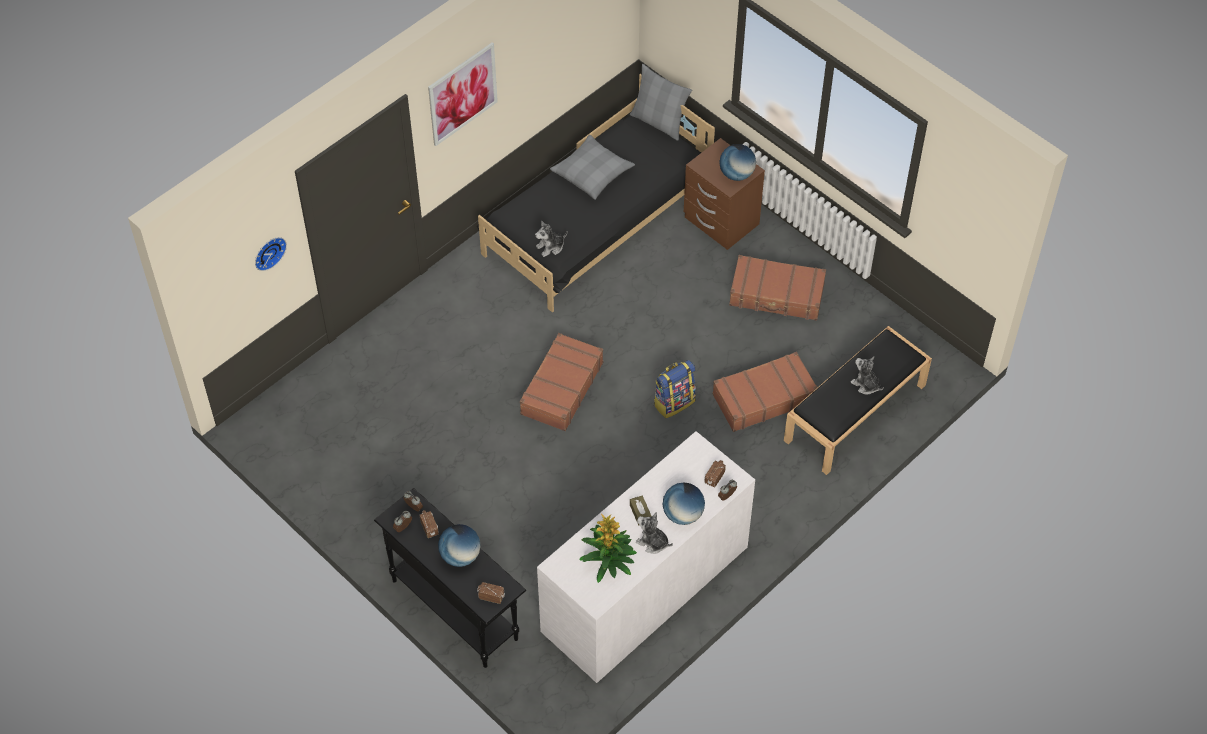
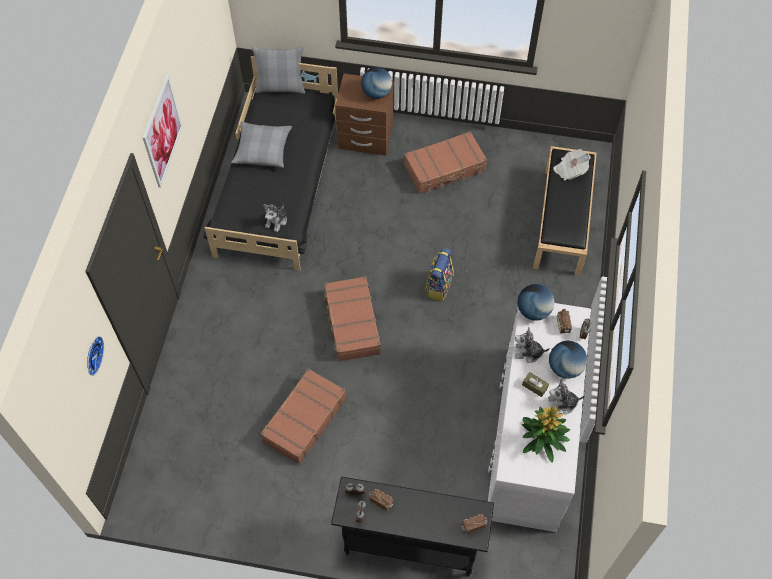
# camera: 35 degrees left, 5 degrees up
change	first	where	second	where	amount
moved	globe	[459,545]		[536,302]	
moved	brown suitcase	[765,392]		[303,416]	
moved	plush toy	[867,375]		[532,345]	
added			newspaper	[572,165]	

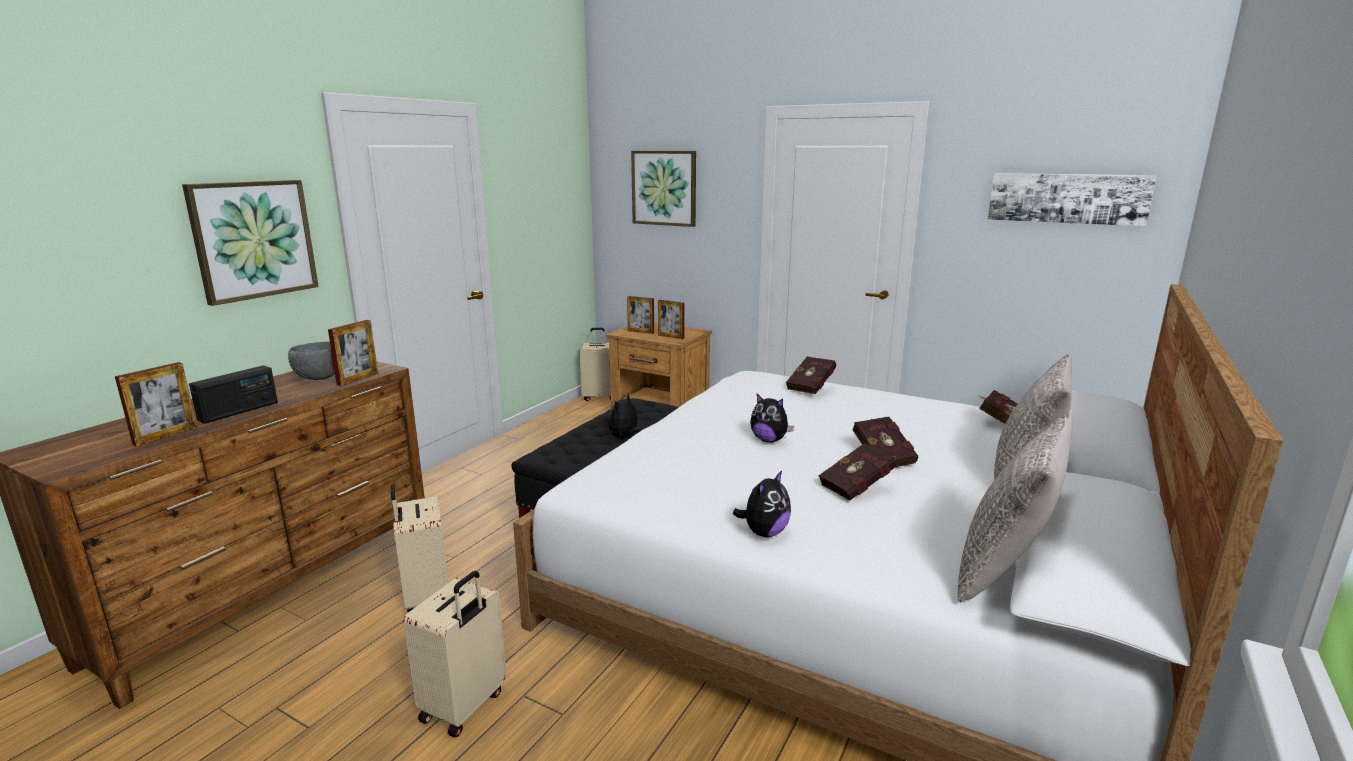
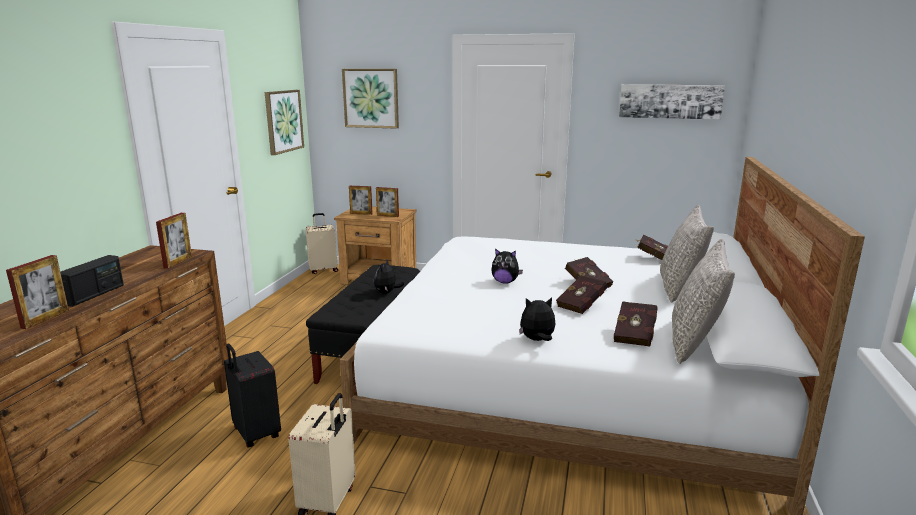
# camera: 15 degrees left, 0 degrees up
change	first	where	second	where	amount
moved	picture	[250,243]		[284,122]	
removed	grey bowl	[311,361]			
recoloured	beige suitcase	[419,548]	black suitcase	[252,395]	
turned	plush toy	[762,504]		[537,319]	120 degrees counterclockwise
moved	red book	[811,375]		[635,323]	

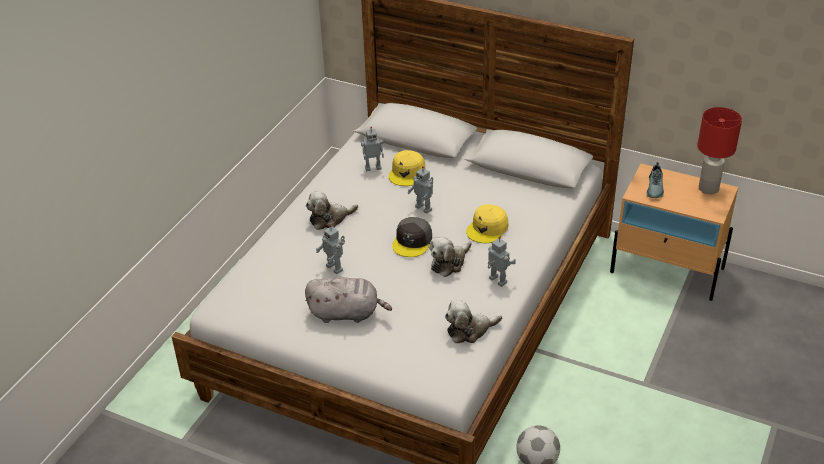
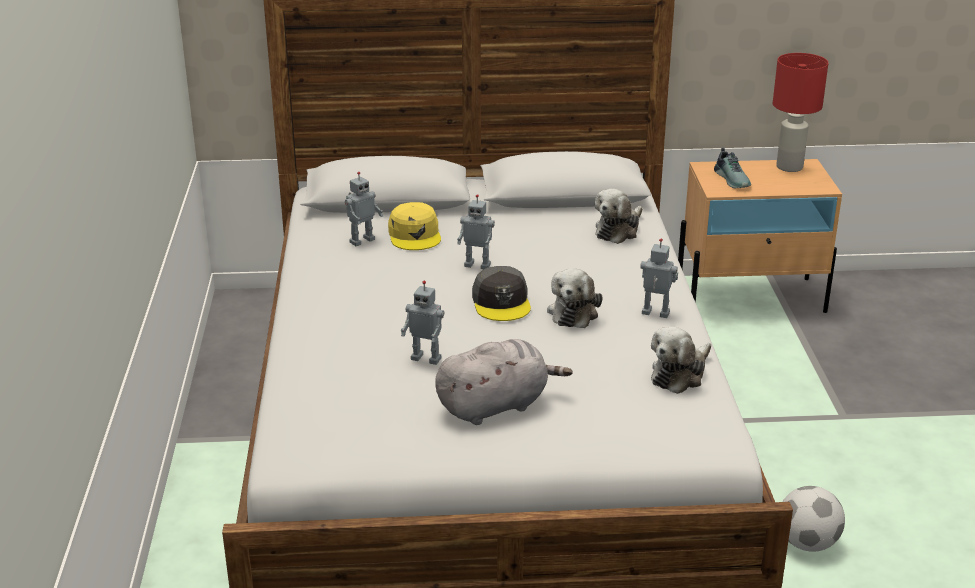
# camera: 30 degrees left, 10 degrees down
change	first	where	second	where	amount
moved	plush toy	[332,210]		[619,216]	
removed	yellow cap	[487,223]			

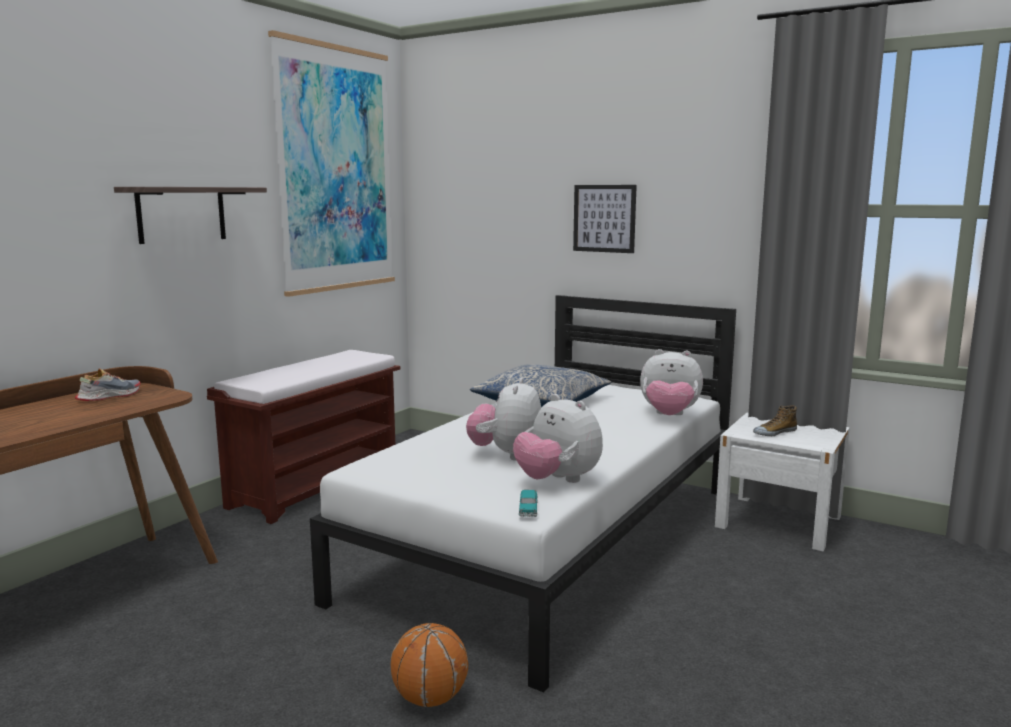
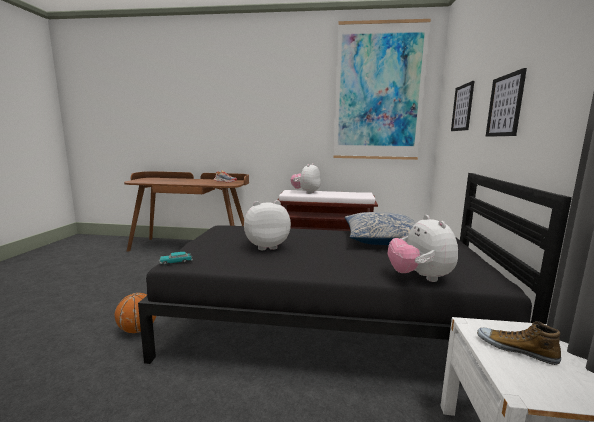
# camera: 65 degrees right, 0 degrees up
change	first	where	second	where	amount
removed	shelf	[190,215]			
recoloured	white bed	[523,493]	black bed	[355,268]	
moved	plush toy	[558,438]		[306,178]	
added			picture	[462,106]	

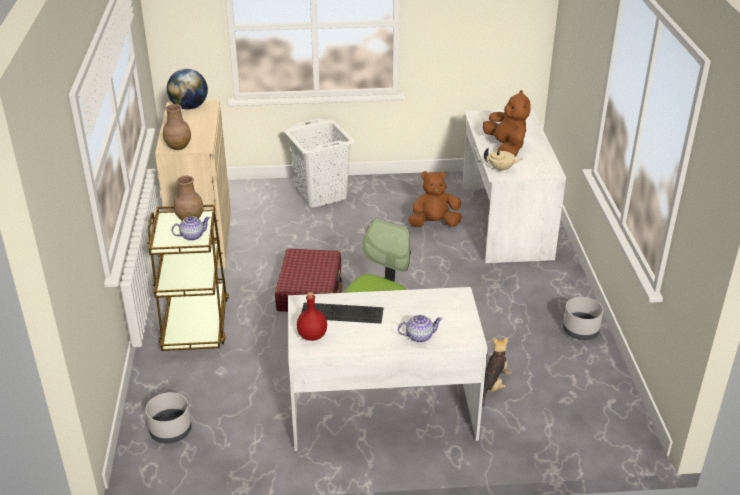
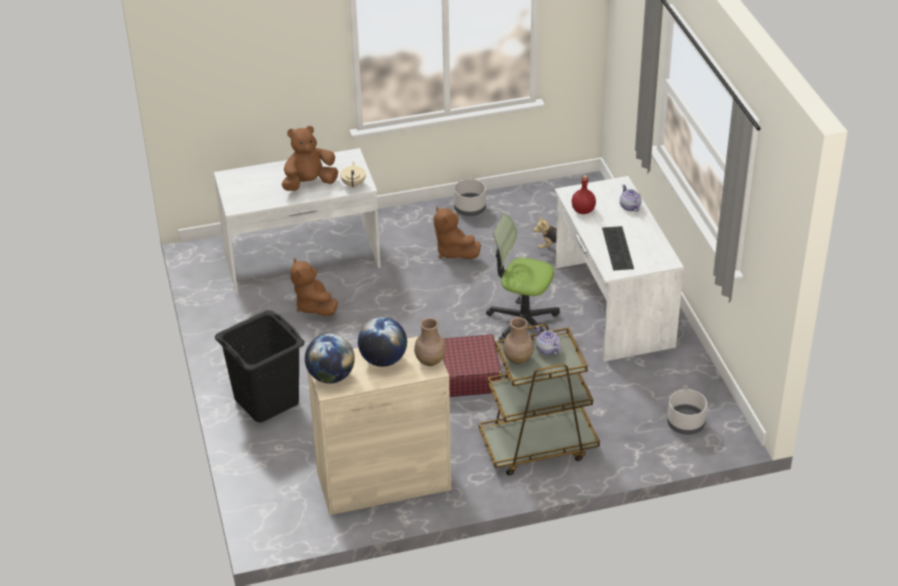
# camera: 100 degrees left, 5 degrees up
change	first	where	second	where	amount
recoloured	white laundry basket	[319,163]	black laundry basket	[260,366]	
moved	red bottle	[312,316]		[584,194]	
added			globe	[382,342]	
added			brown plush toy	[457,232]	

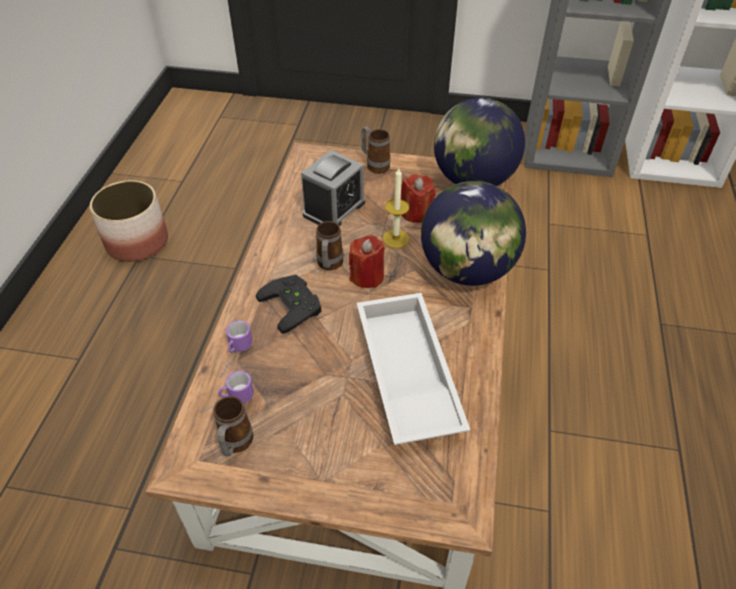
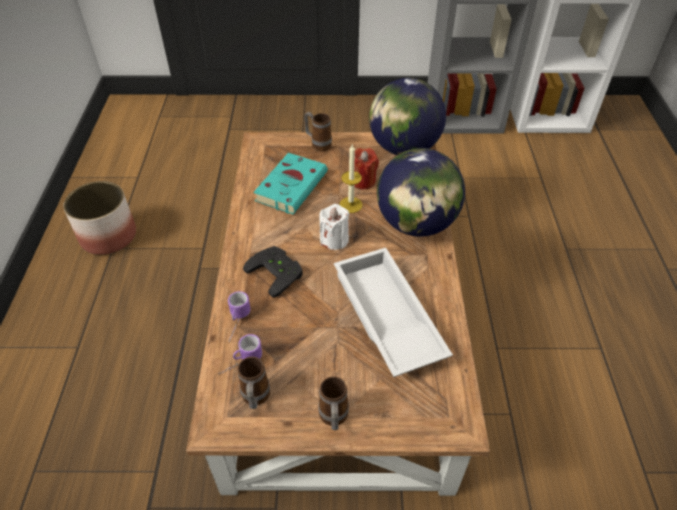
# camera: 10 degrees left, 0 degrees up
change	first	where	second	where	amount
replaced	alarm clock	[333,188]	turquoise book	[290,183]	
moved	mug	[329,245]		[333,403]	
recoloured	red candle	[367,261]	white candle	[334,227]	

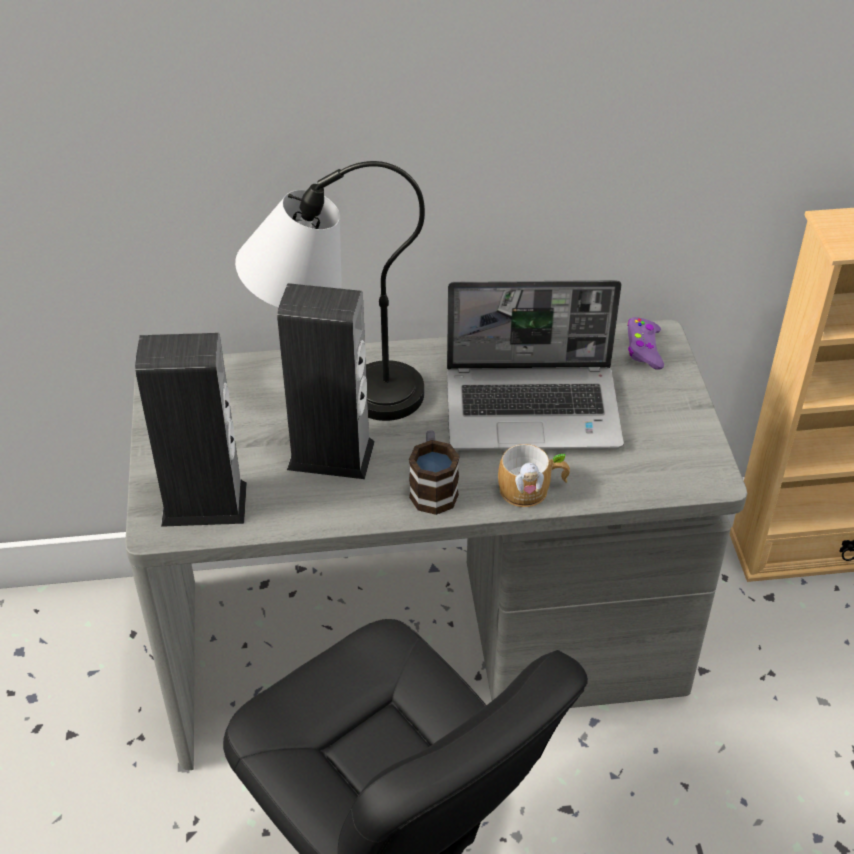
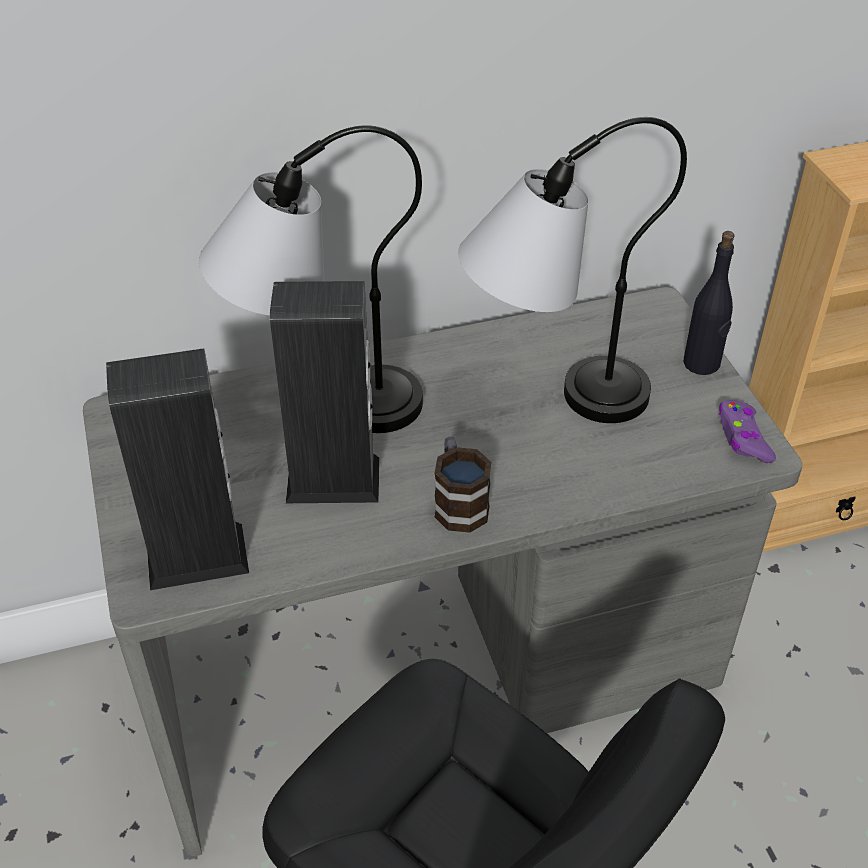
# camera: 10 degrees left, 0 degrees up
change	first	where	second	where	amount
replaced	laptop	[535,365]	table lamp	[572,270]	
removed	mug	[534,475]			
moved	purple game controller	[645,343]		[747,431]	
added			black bottle	[709,303]	

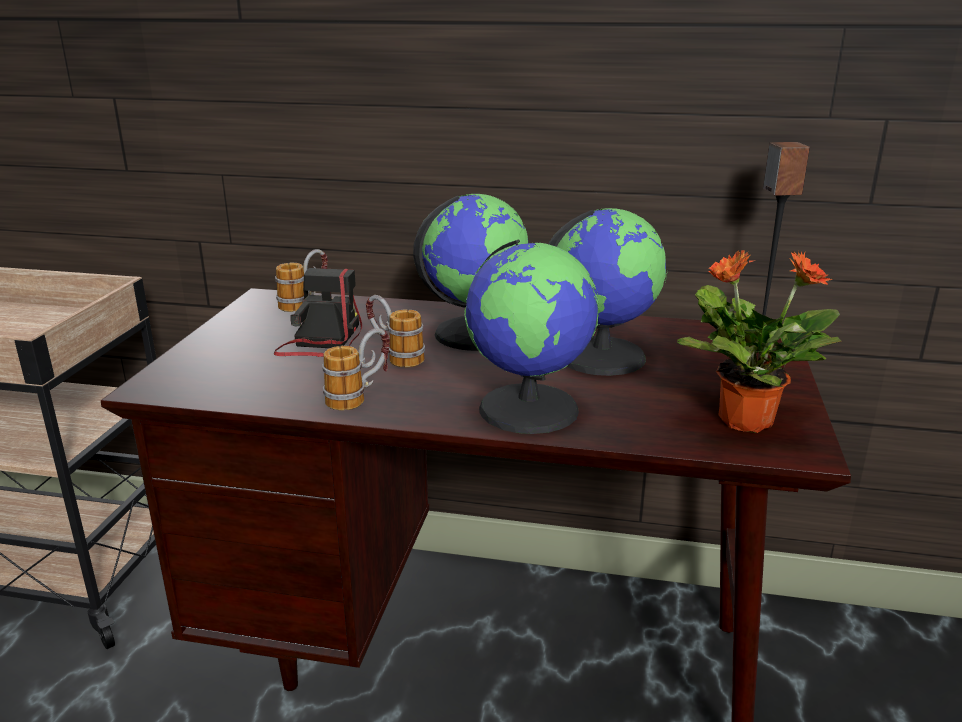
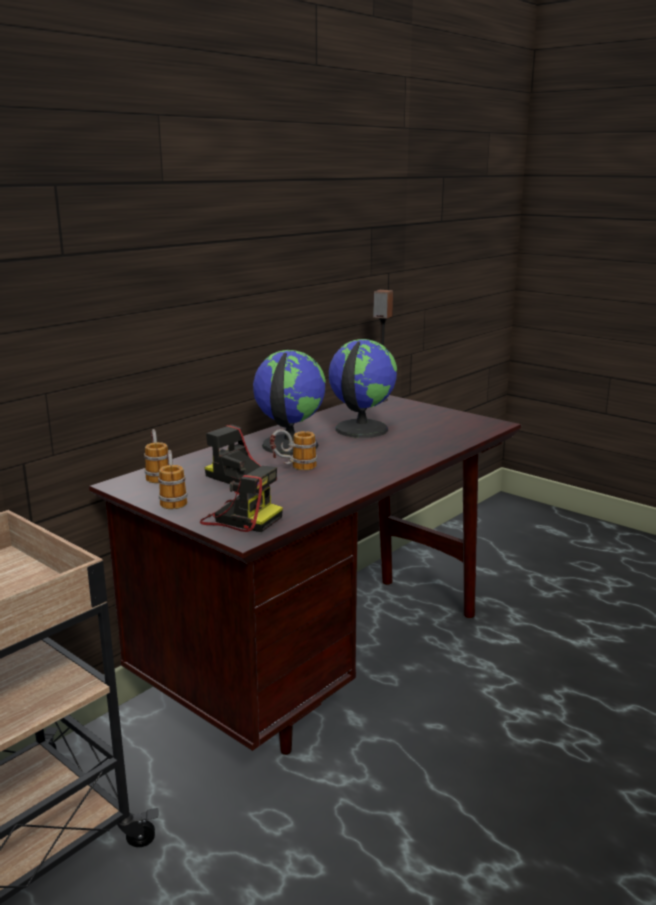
# camera: 60 degrees left, 5 degrees down
change	first	where	second	where	amount
moved	mug	[356,369]		[173,479]	
removed	globe	[532,337]			
removed	potted plant	[759,341]			
added			photo camera	[241,499]	

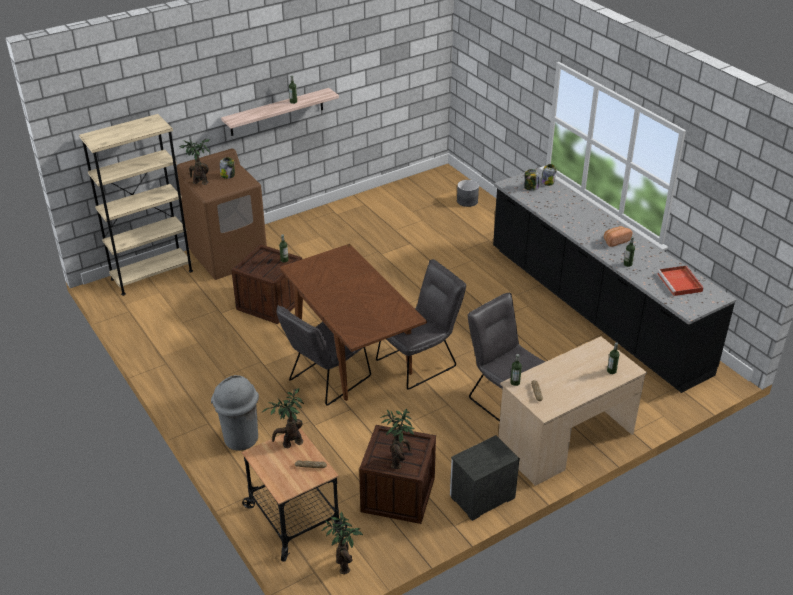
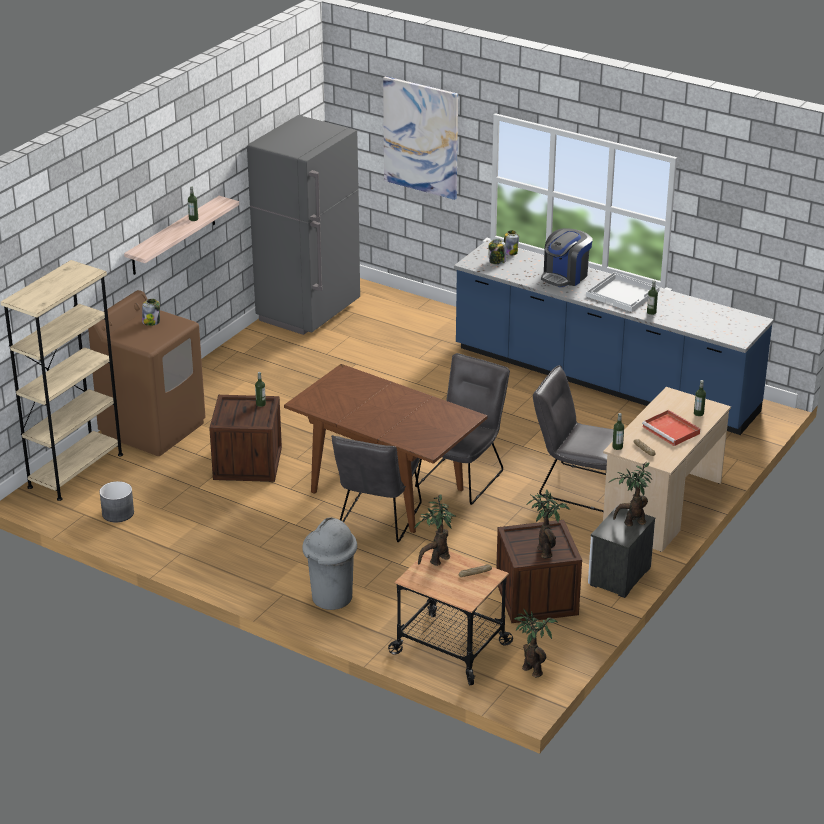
# camera: 25 degrees left, 5 degrees down
change	first	where	second	where	amount
moved	potted plant	[195,161]		[630,494]	
moved	grey planter	[468,193]		[117,501]	
recoloured	black counter	[615,280]	blue counter	[614,337]	
replaced	bread	[618,236]	white tray	[623,292]	
moved	red tray	[680,281]		[671,428]	
added			grey fridge	[303,225]	
added			picture	[420,138]	
added			coffee machine	[566,257]	

